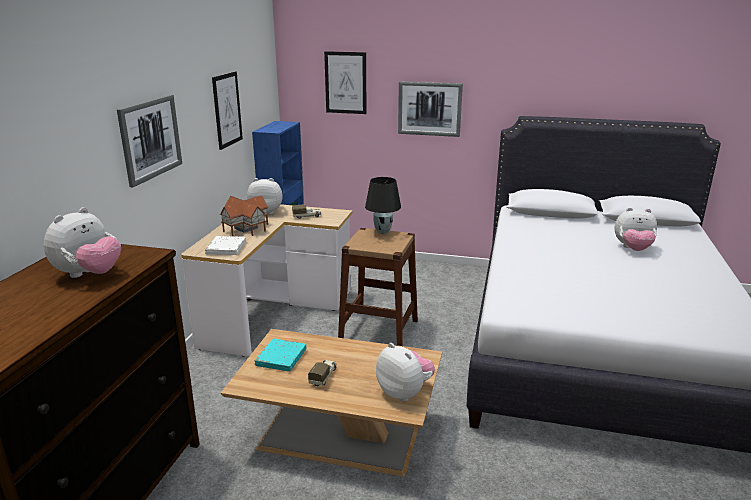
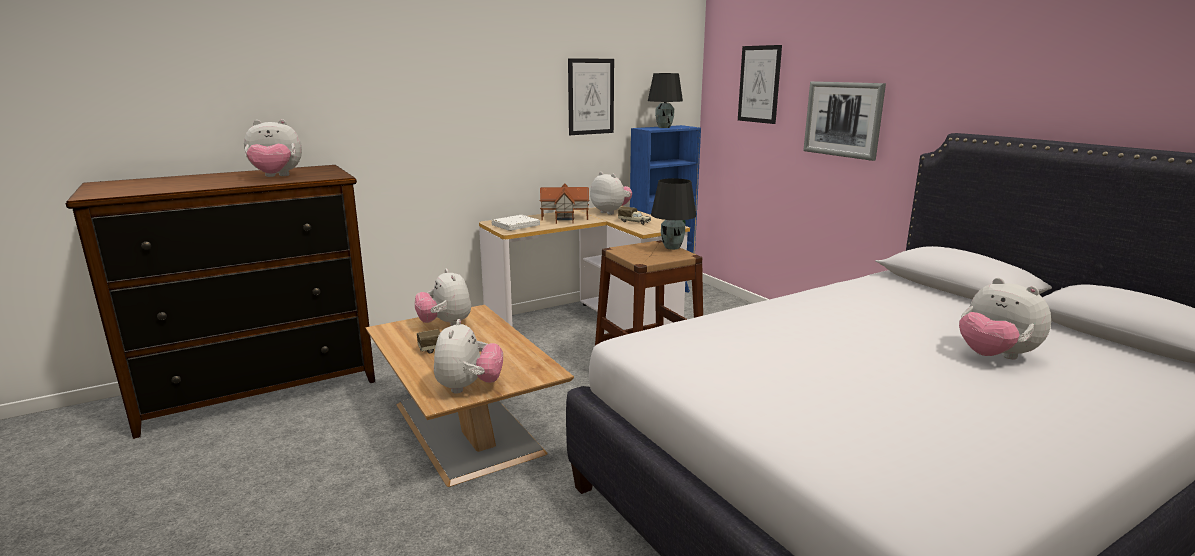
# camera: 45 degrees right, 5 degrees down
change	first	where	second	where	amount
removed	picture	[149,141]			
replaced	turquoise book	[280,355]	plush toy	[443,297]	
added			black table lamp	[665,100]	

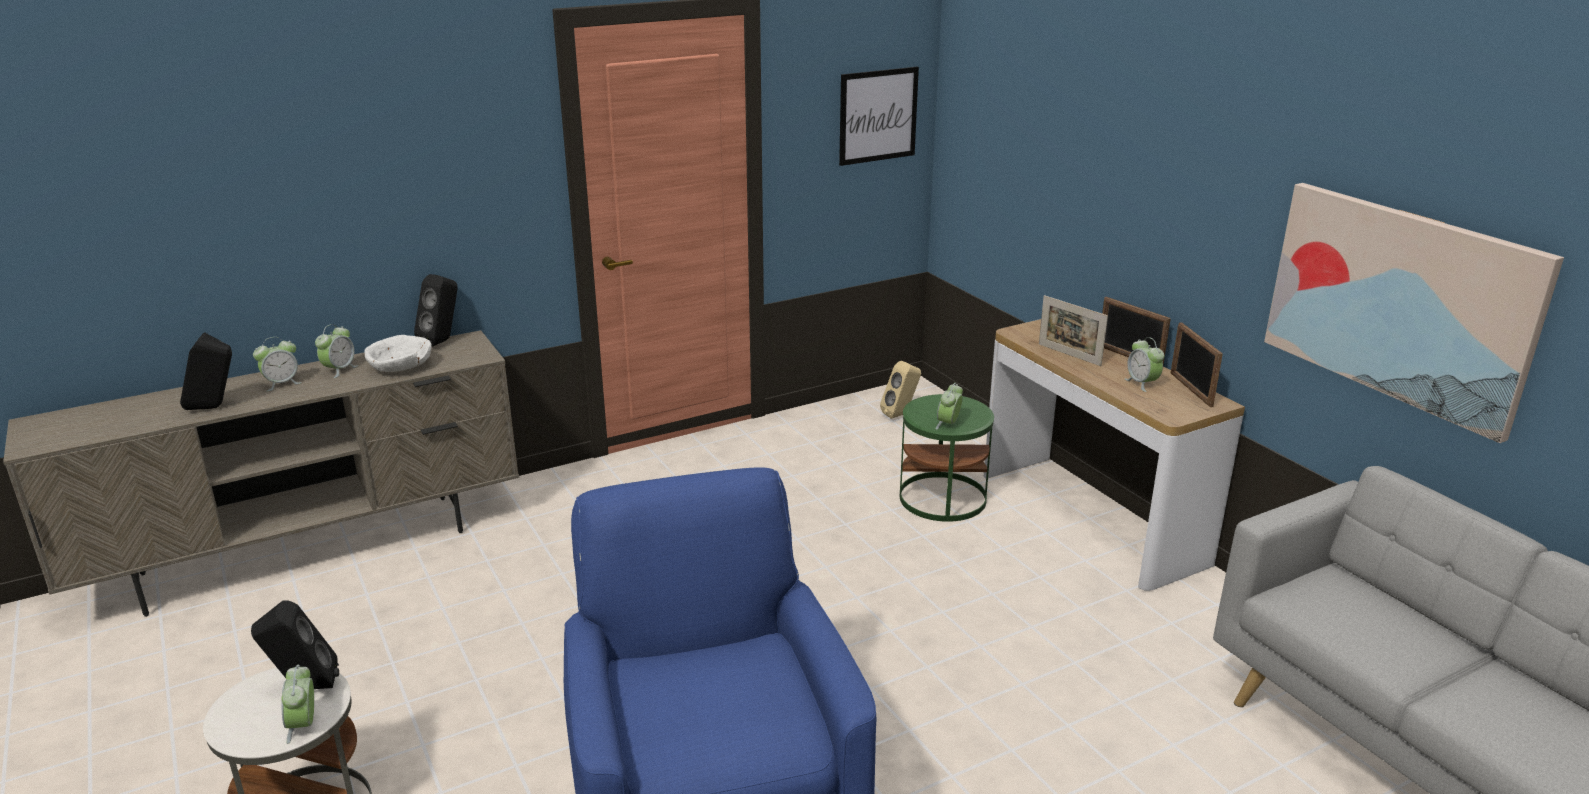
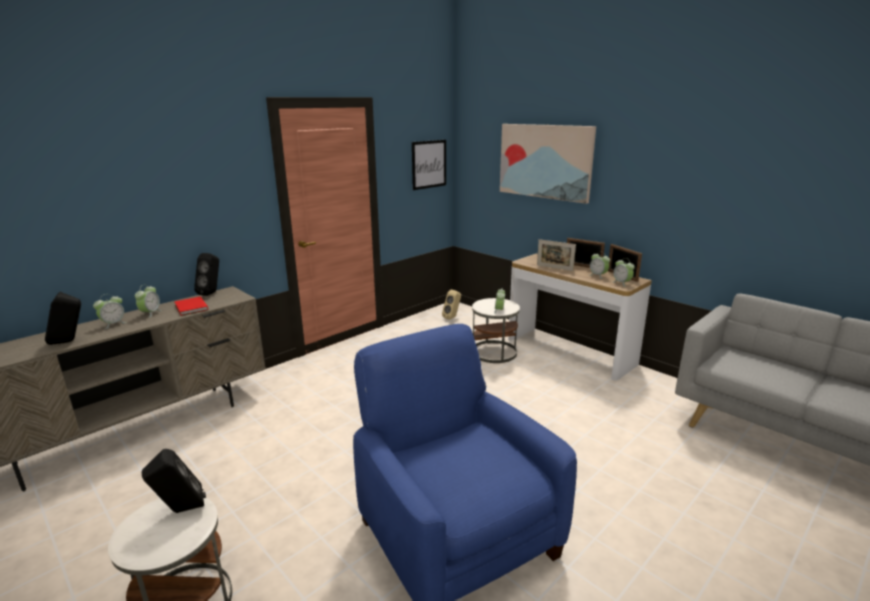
# camera: 15 degrees left, 5 degrees down
change	first	where	second	where	amount
moved	alarm clock	[297,704]		[624,272]	
replaced	white bowl	[398,353]	red book	[191,306]	
recoloured	green side table	[947,458]	white side table	[496,330]	
moved	picture	[1414,313]		[548,164]	

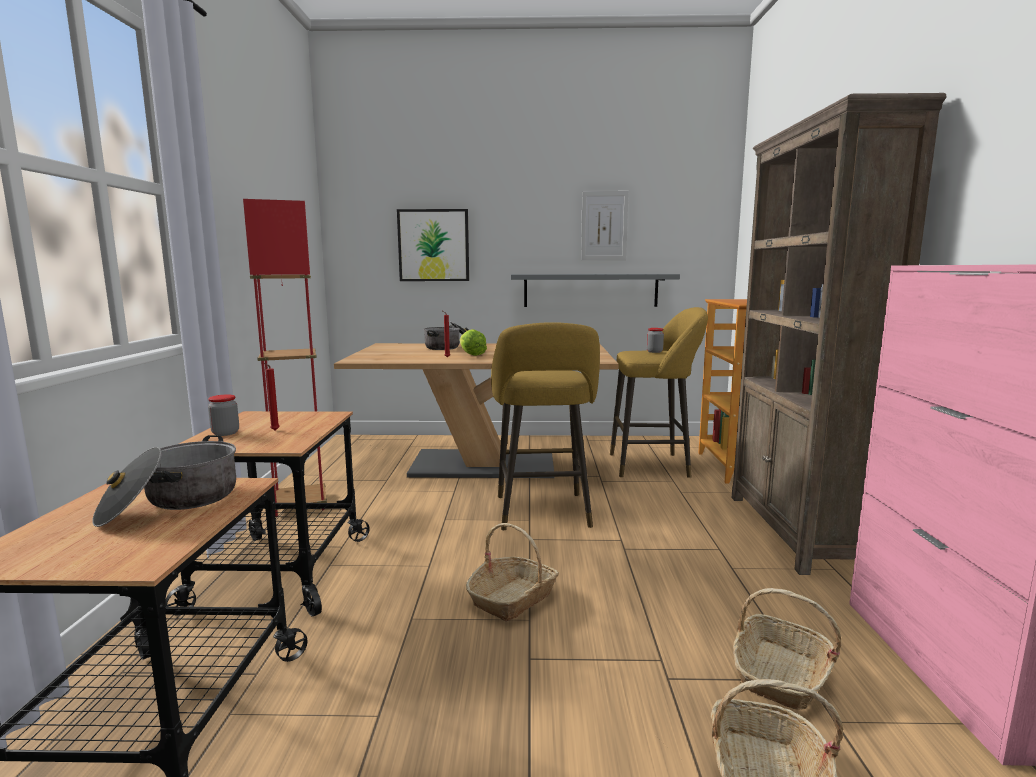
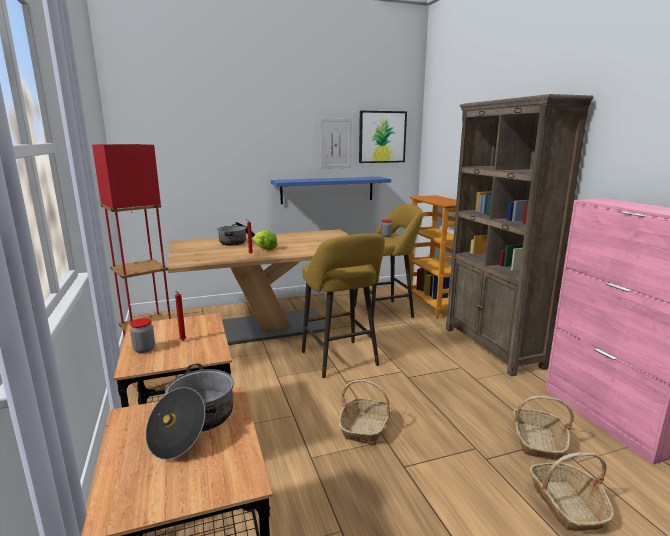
# camera: 20 degrees left, 5 degrees up
change	first	where	second	where	amount
moved	picture	[433,245]		[383,137]	
recoloured	grey shelf	[595,290]	blue shelf	[331,190]	

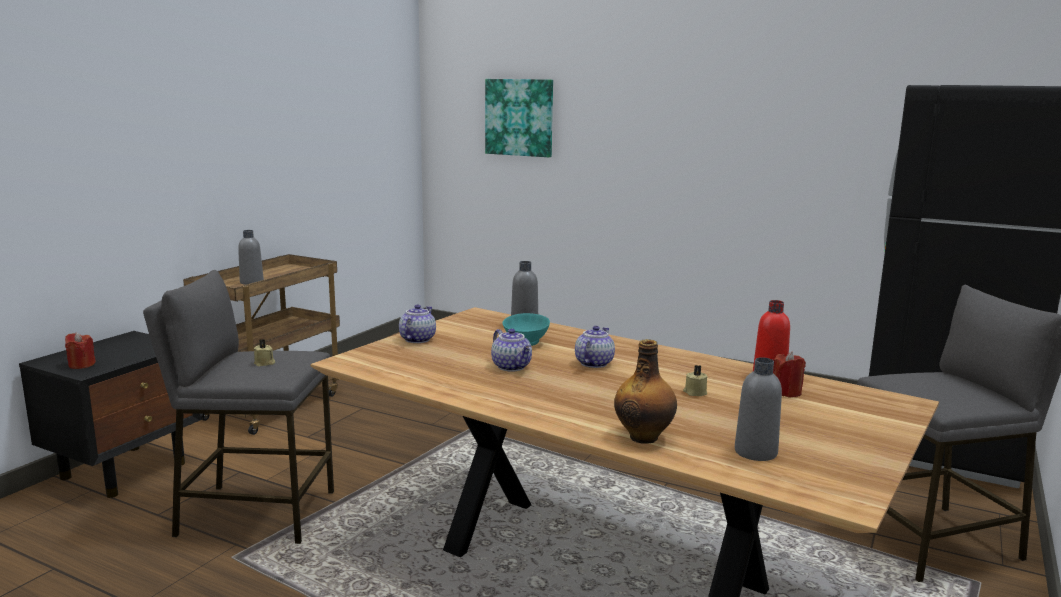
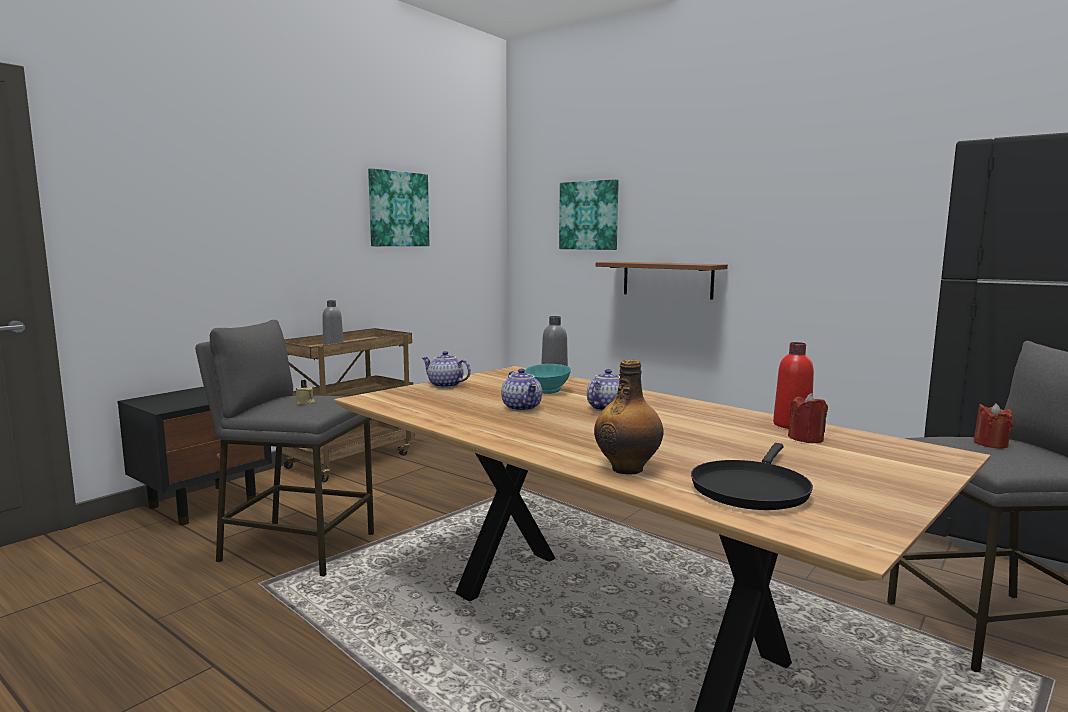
# camera: 10 degrees right, 5 degrees down
change	first	where	second	where	amount
moved	red candle	[80,351]		[993,426]	
turned	teapot	[417,323]		[446,369]	90 degrees counterclockwise
removed	beige candle	[695,380]			
replaced	grey bottle	[758,409]	black frying pan	[752,476]	
added			picture	[398,207]	
added			brown shelf	[662,281]	

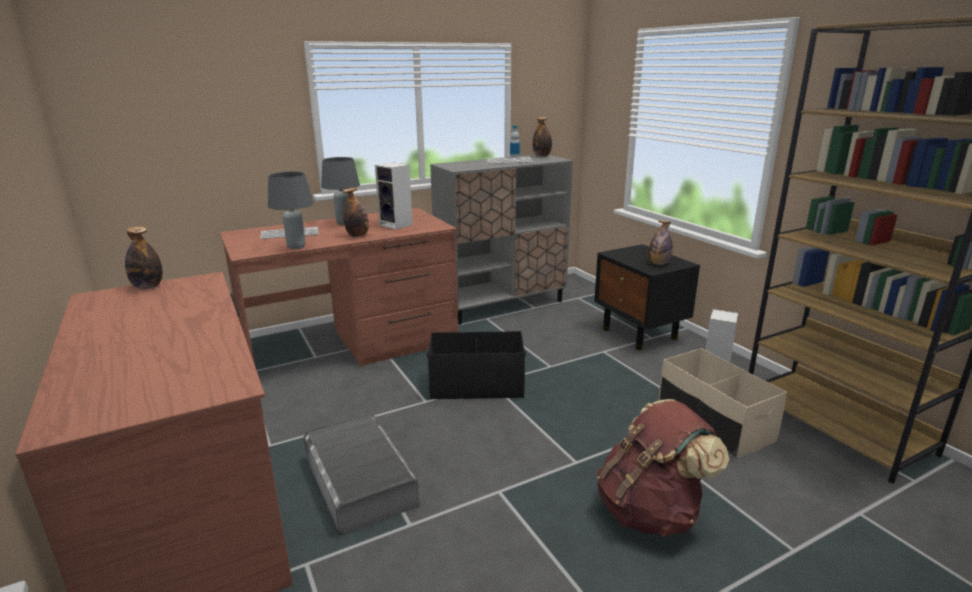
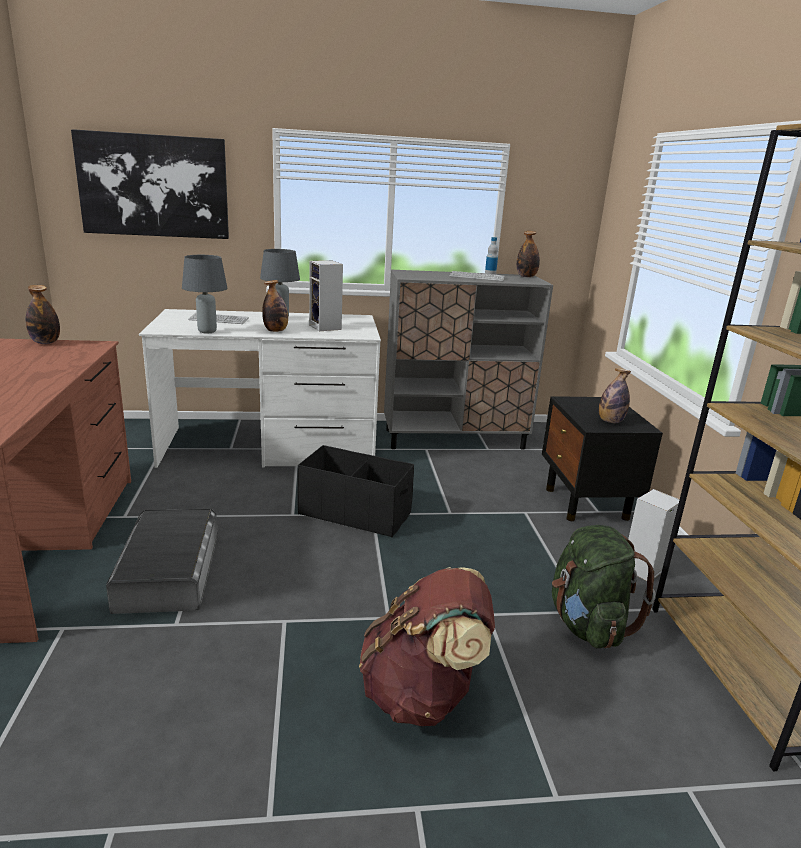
# camera: 20 degrees right, 0 degrees up
change	first	where	second	where	amount
recoloured	brown desk	[339,287]	white desk	[260,388]	
replaced	beige storage box	[722,403]	green backpack	[604,586]	
added			picture	[150,184]	

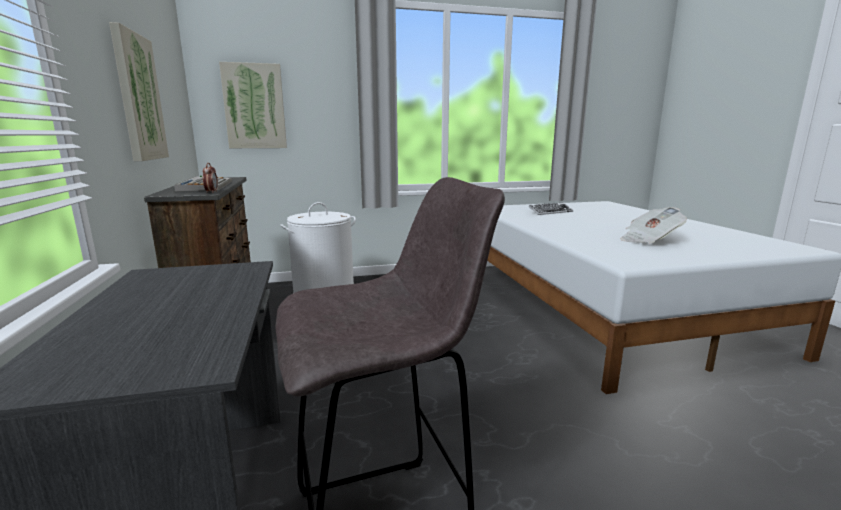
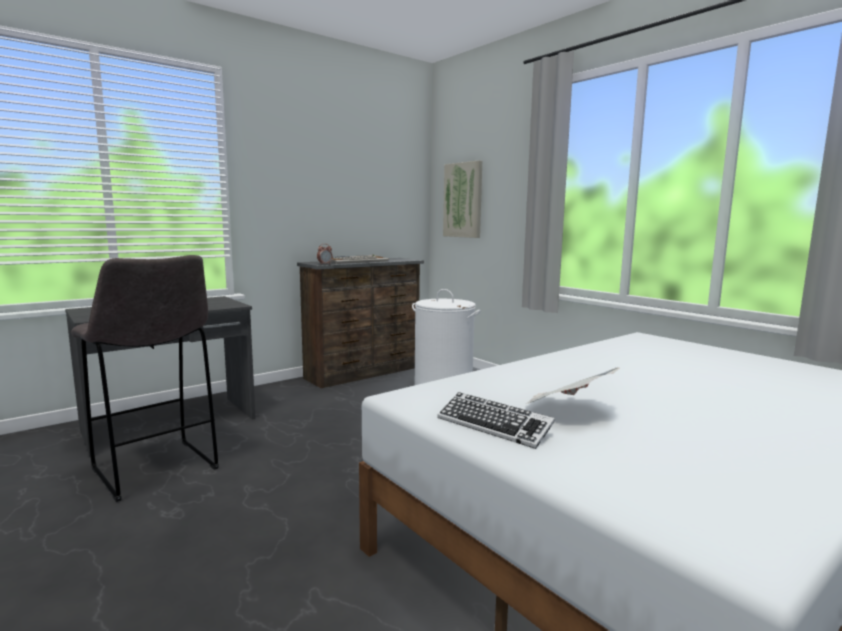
# camera: 65 degrees right, 5 degrees down
change	first	where	second	where	amount
removed	picture	[139,91]			
moved	keyboard	[551,209]		[496,420]	

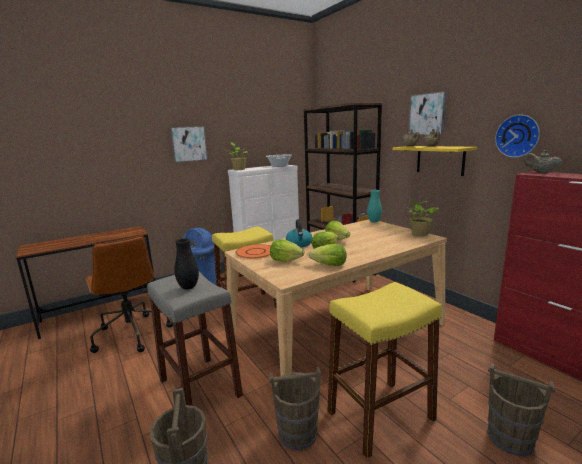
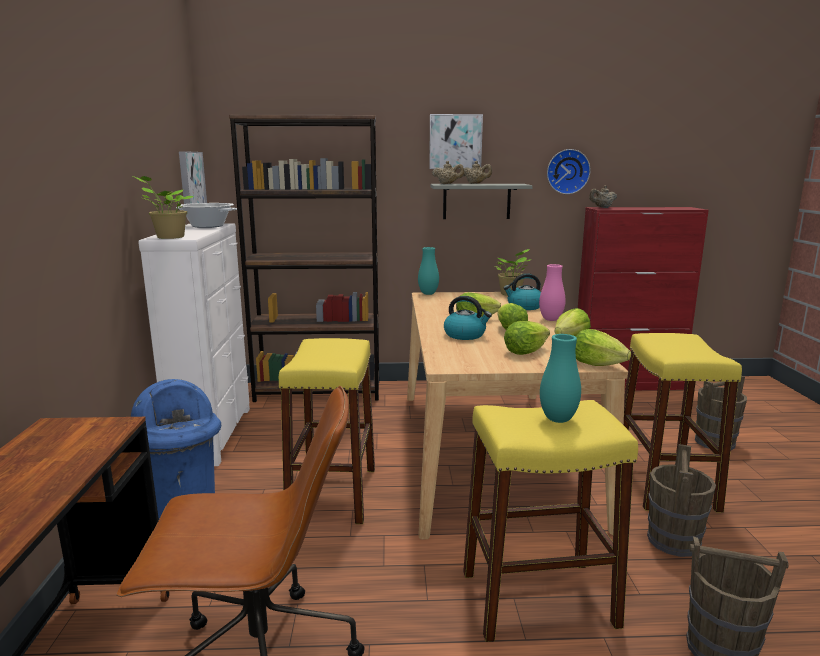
# camera: 60 degrees left, 0 degrees up
change	first	where	second	where	amount
recoloured	grey stool	[195,339]	yellow stool	[550,521]	
moved	picture	[189,144]		[193,177]	
recoloured	black vase	[186,263]	turquoise vase	[560,378]	
removed	orange plate	[253,251]			
recoloured	yellow shelf	[435,161]	grey shelf	[481,201]	
added			kettle	[522,291]	
added			pink vase	[552,292]	
added			lettuce	[603,347]	

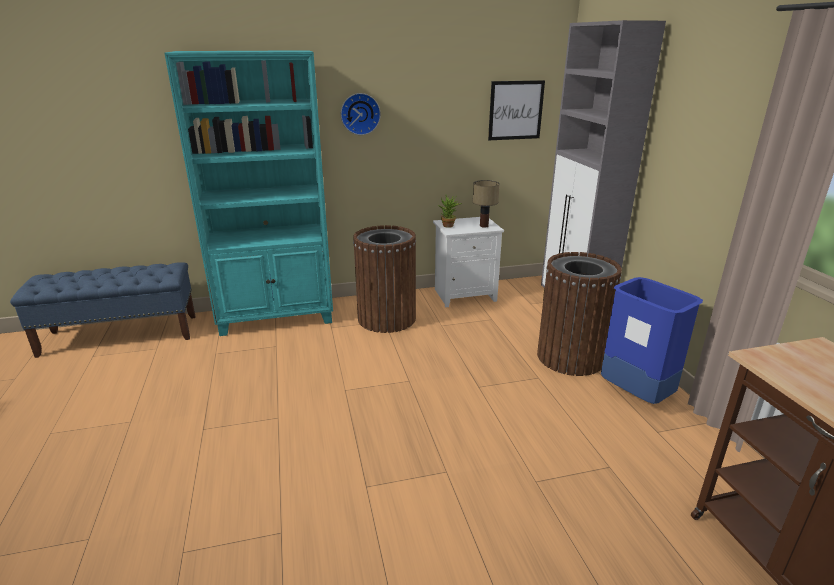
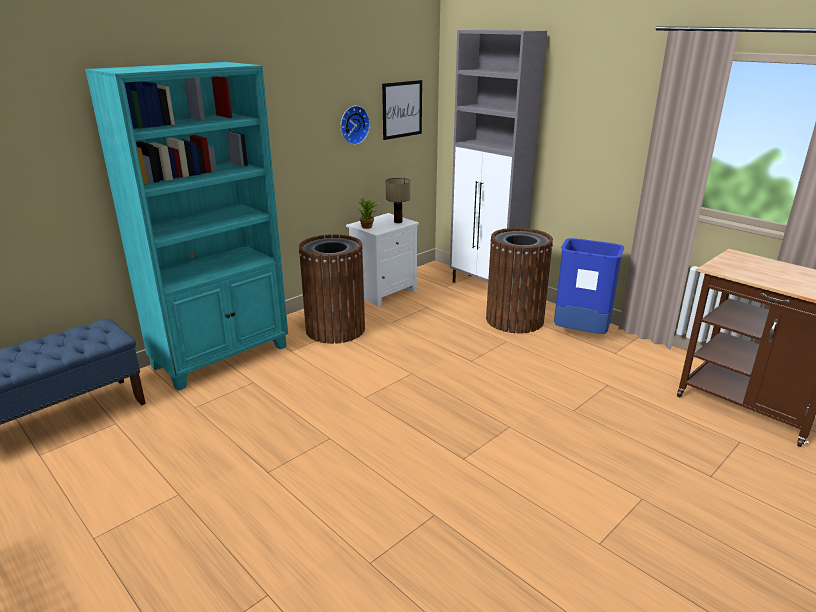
# camera: 30 degrees left, 0 degrees up
change	first	where	second	where	amount
moved	wall clock	[361,114]		[355,125]	

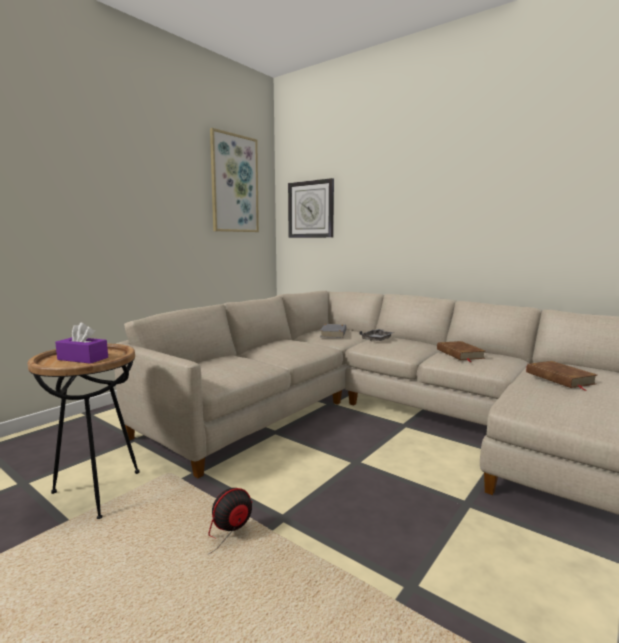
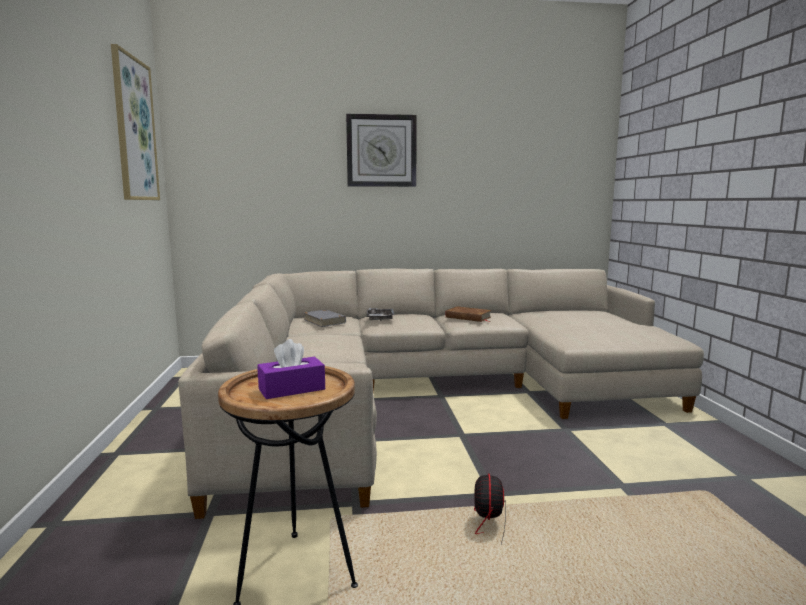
# camera: 45 degrees left, 0 degrees up
change	first	where	second	where	amount
moved	wall clock	[311,208]		[381,150]	
removed	brown book	[561,376]			

